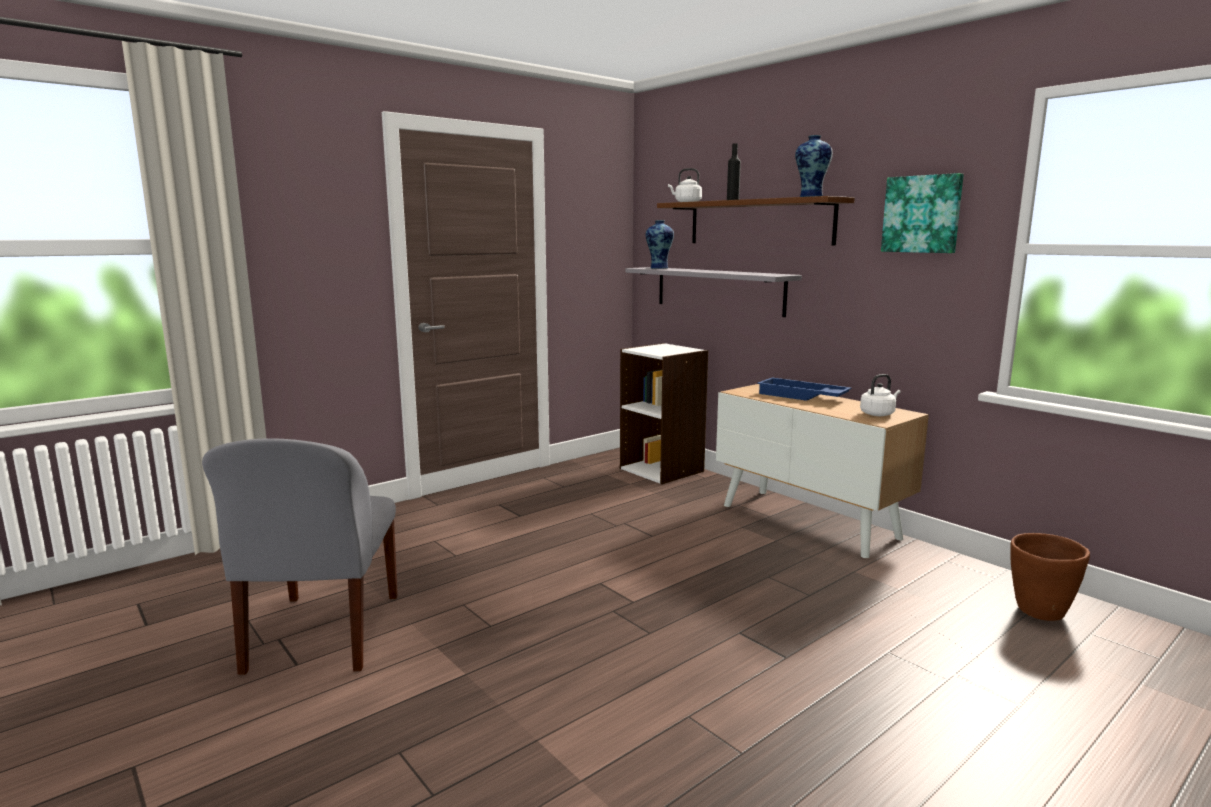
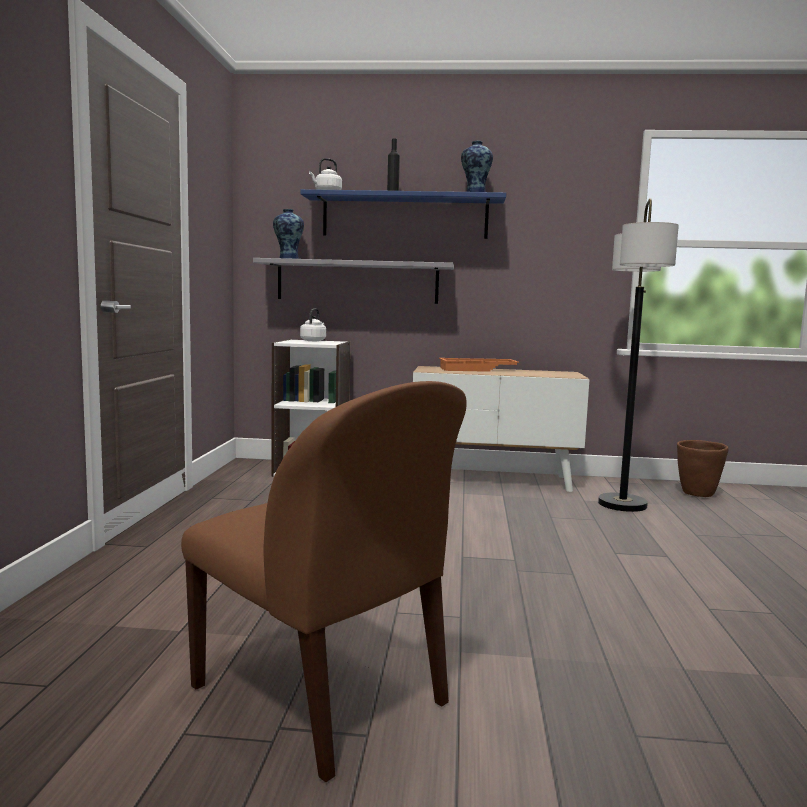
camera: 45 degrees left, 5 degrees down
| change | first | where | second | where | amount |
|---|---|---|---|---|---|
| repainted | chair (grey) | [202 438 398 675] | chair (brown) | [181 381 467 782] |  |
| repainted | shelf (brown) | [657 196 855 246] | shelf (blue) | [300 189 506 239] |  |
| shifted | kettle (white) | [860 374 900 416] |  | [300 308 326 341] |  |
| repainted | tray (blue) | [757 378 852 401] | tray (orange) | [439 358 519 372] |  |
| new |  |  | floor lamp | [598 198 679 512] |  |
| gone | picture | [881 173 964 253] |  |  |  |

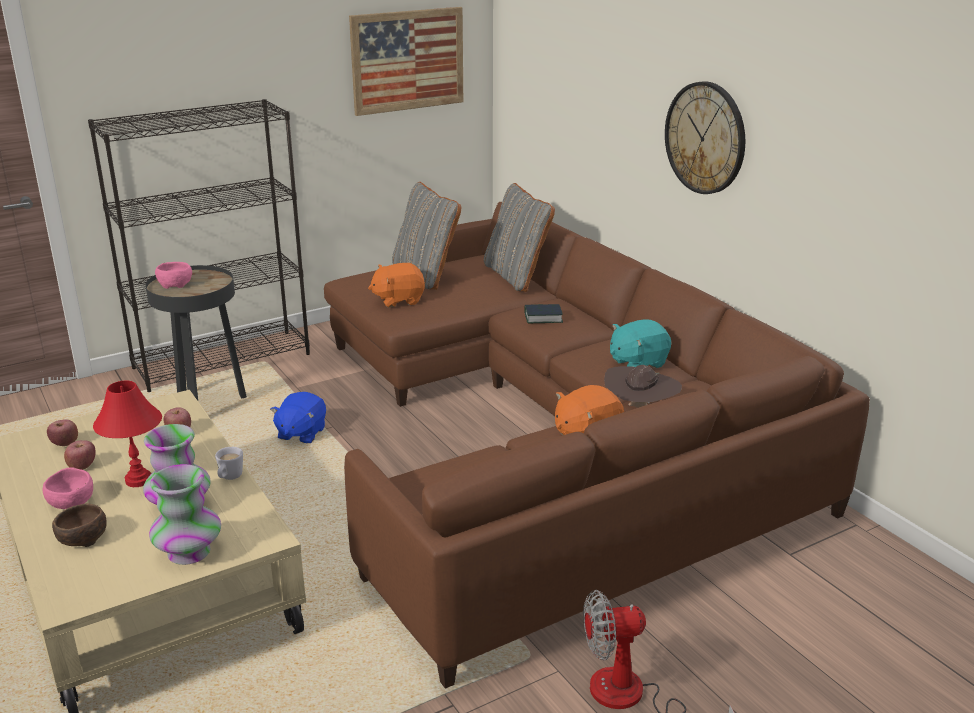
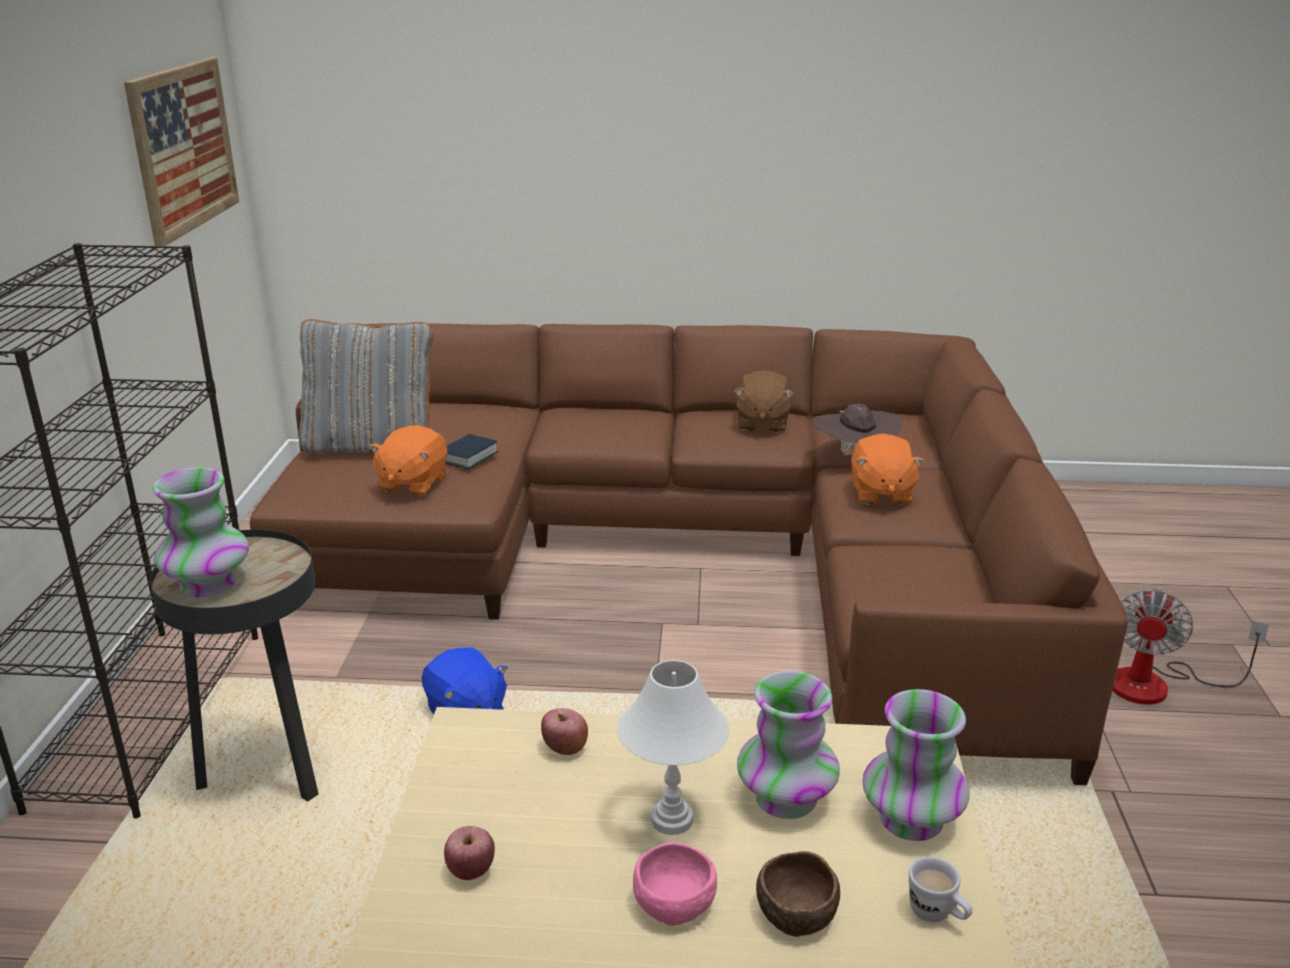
camera: 55 degrees left, 0 degrees up
| change | first | where | second | where | amount |
|---|---|---|---|---|---|
| swapped | bowl (pink) | [155 262 192 289] | vase | [152 467 249 597] |  |
| shifted | book | [524 304 563 323] |  | [445 434 499 469] |  |
| repainted | table lamp (red) | [93 381 162 487] | table lamp (white) | [617 660 729 835] |  |
| repainted | plush toy (turquoise) | [610 320 671 368] | plush toy (brown) | [734 370 794 433] |  |
| shifted | mug (white) | [215 447 243 480] |  | [909 857 972 922] |  |
| gone | apple | [64 440 96 470] |  |  |  |
| gone | pillow (grey) | [484 183 555 292] |  |  |  |
| gone | wall clock | [665 81 745 194] |  |  |  |

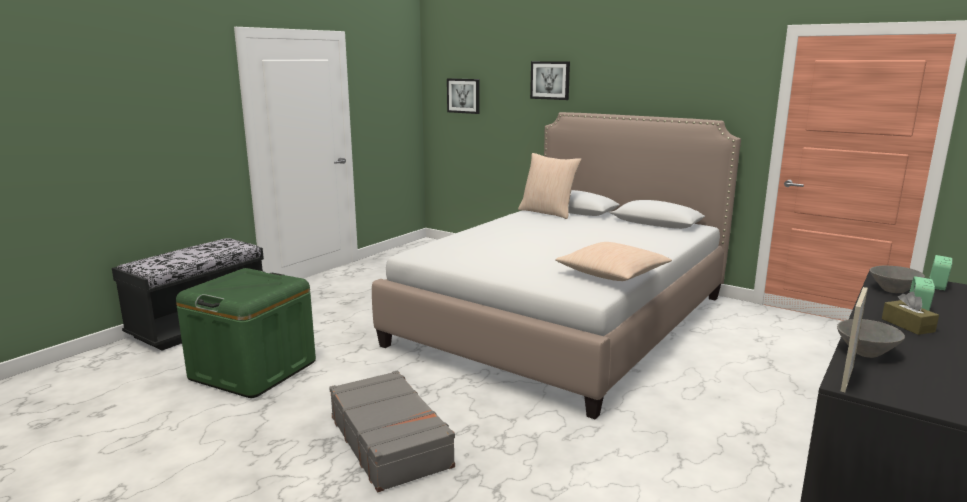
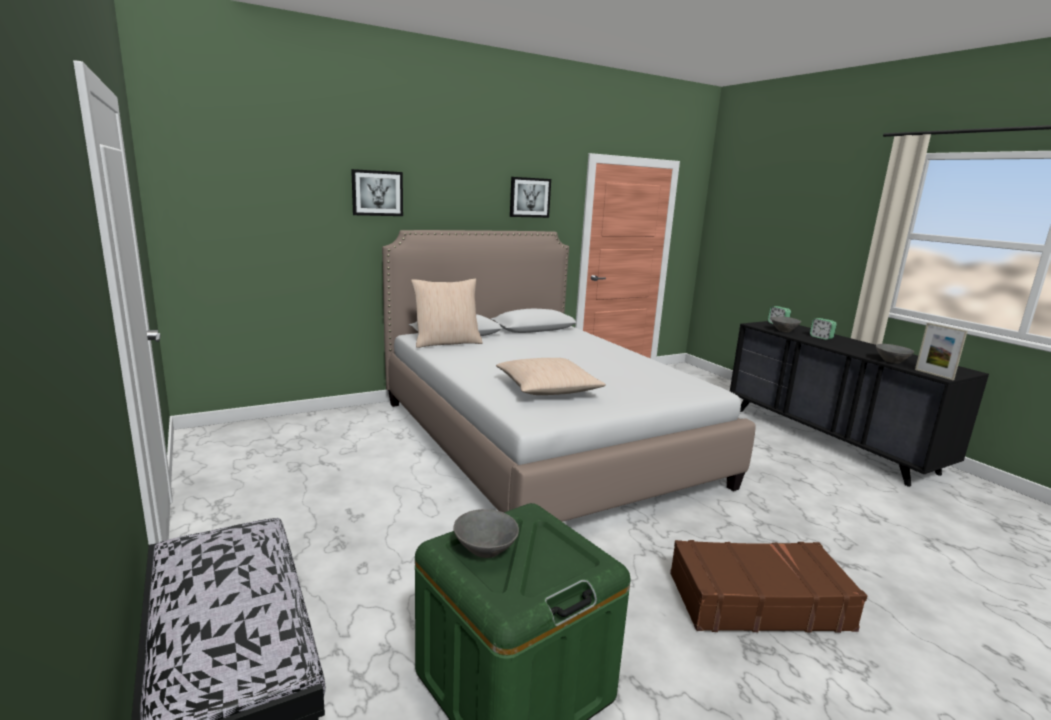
camera: 65 degrees left, 0 degrees up
| change | first | where | second | where | amount |
|---|---|---|---|---|---|
| new |  |  | bowl (grey) | [453 509 519 558] |  |
| shifted | pillow (beige) | [555 242 672 281] |  | [496 358 606 395] |  |
| shifted | picture | [447 78 480 114] |  | [510 177 551 218] |  |
| repainted | suitcase (grey) | [329 371 455 492] | suitcase (brown) | [670 540 867 633] |  |
| gone | tissue box (brown) | [882 292 939 335] |  |  |  |

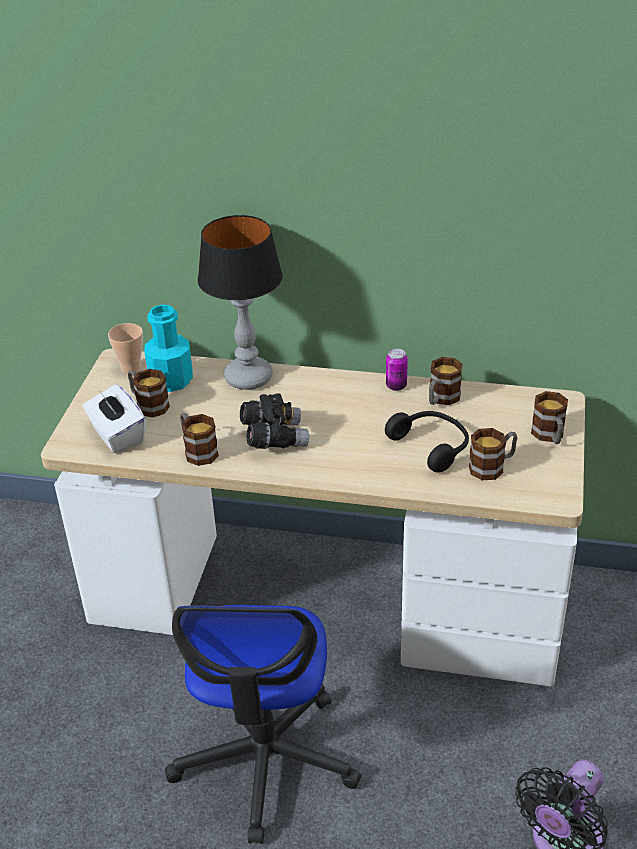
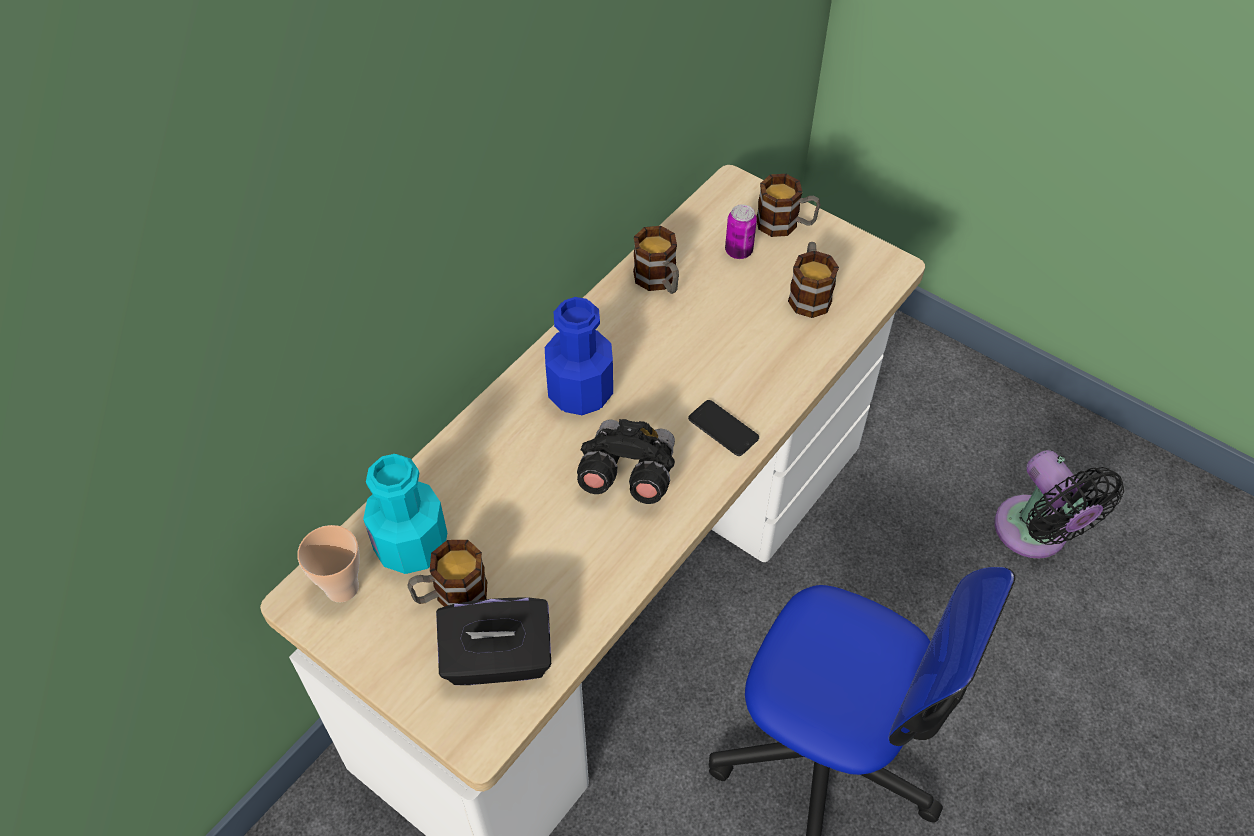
camera: 65 degrees left, 15 degrees up
| change | first | where | second | where | amount |
|---|---|---|---|---|---|
| repainted | tissue box (white) | [82 384 146 453] | tissue box (black) | [436 597 551 685] |  |
| new |  |  | bottle (blue) | [545 297 613 415] |  |
| new |  |  | phone | [688 400 759 456] |  |
| shifted | can | [386 348 408 391] |  | [725 204 757 259] |  |
| gone | mug | [180 413 219 466] |  |  |  |
| gone | table lamp | [198 215 283 390] |  |  |  |
| gone | headphones (black) | [385 411 469 473] |  |  |  |

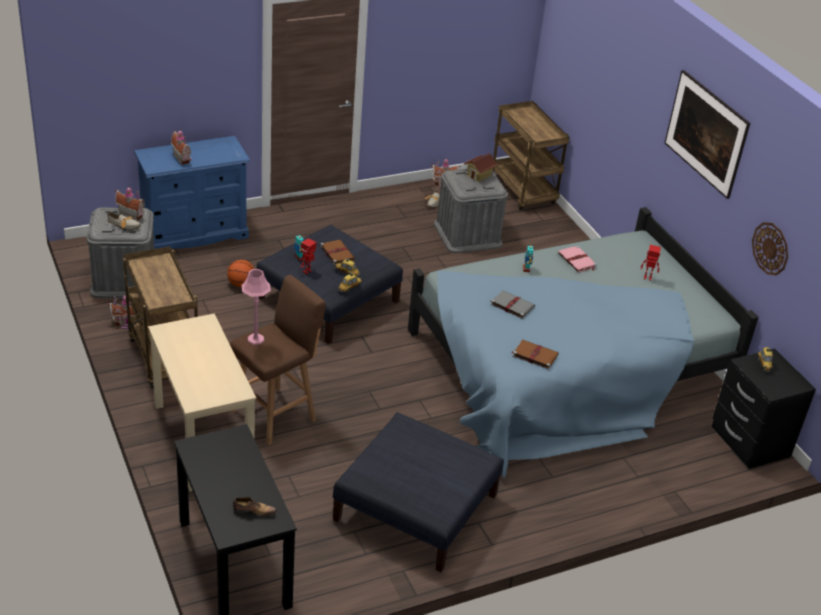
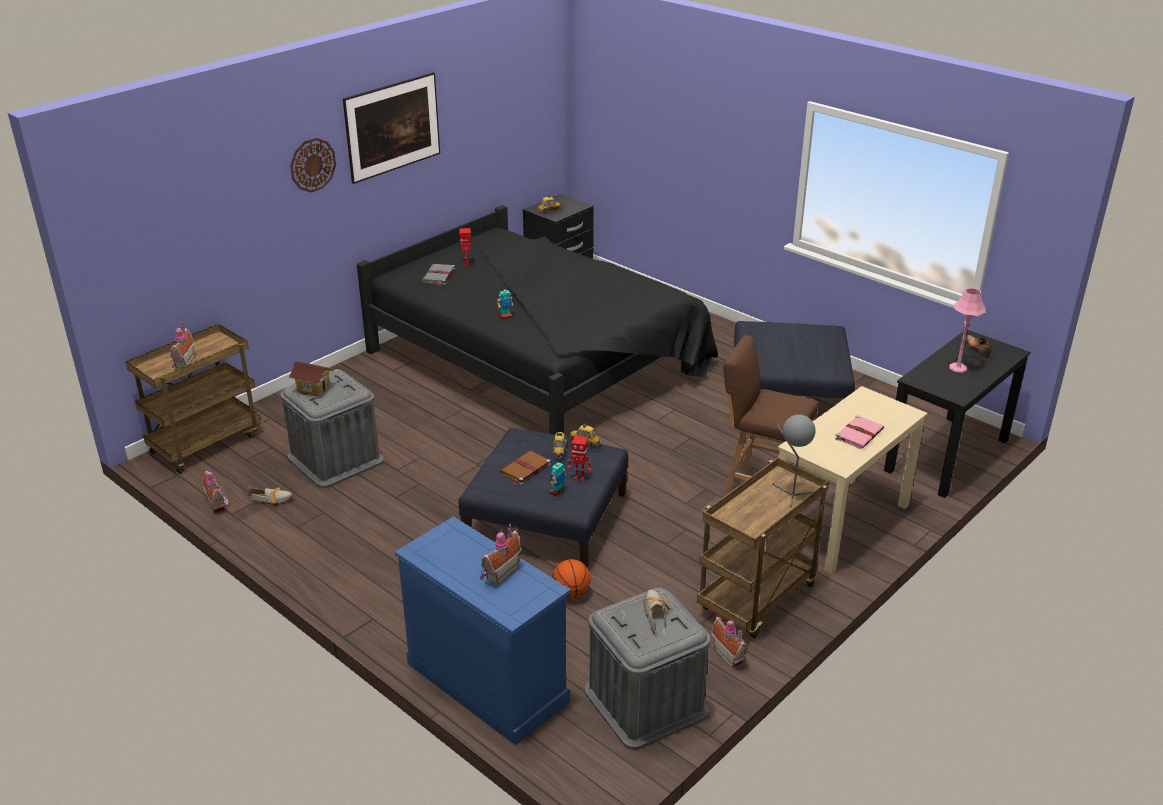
camera: 110 degrees left, 5 degrees down
| change | first | where | second | where | amount |
|---|---|---|---|---|---|
| shifted | toy house | [115 186 145 221] |  | [170 322 194 369] |  |
| shifted | wall clock | [752 222 788 275] |  | [290 138 336 193] |  |
| repainted | bed (blue) | [408 207 759 479] | bed (black) | [357 205 718 435] |  |
| shifted | book (grey) | [490 290 535 319] |  | [422 264 455 286] |  |
| new |  |  | table lamp (grey) | [773 414 816 507] |  |
| shifted | book (pink) | [558 245 597 272] |  | [835 415 884 449] |  |
| shifted | table lamp (pink) | [242 269 271 345] |  | [949 288 986 373] |  |
| gone | book (brown) | [511 340 559 370] |  |  |  |

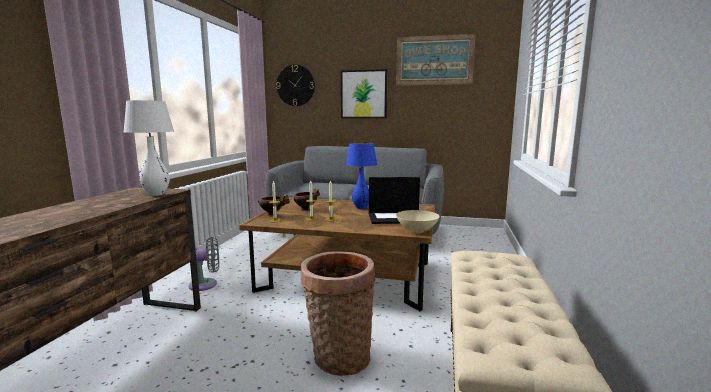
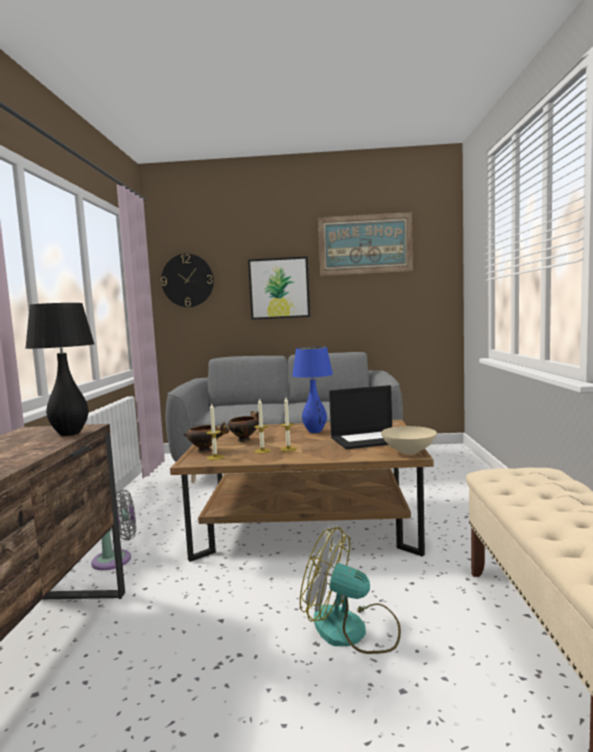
camera: 10 degrees left, 5 degrees down
| change | first | where | second | where | amount |
|---|---|---|---|---|---|
| repainted | table lamp (white) | [124 100 174 196] | table lamp (black) | [26 303 95 436] |  |
| swapped | basket | [301 251 375 376] | fan | [300 527 401 654] |  |

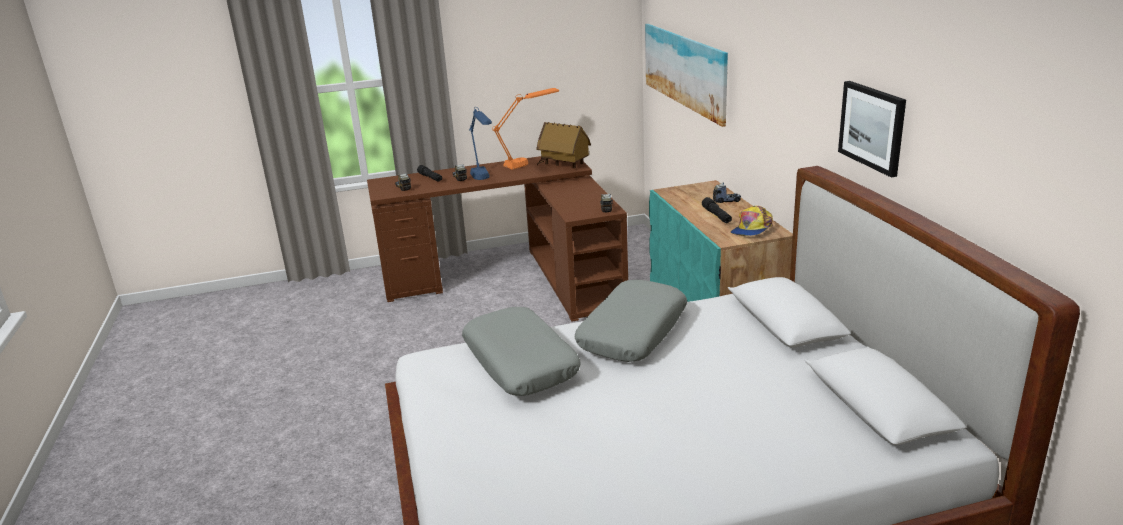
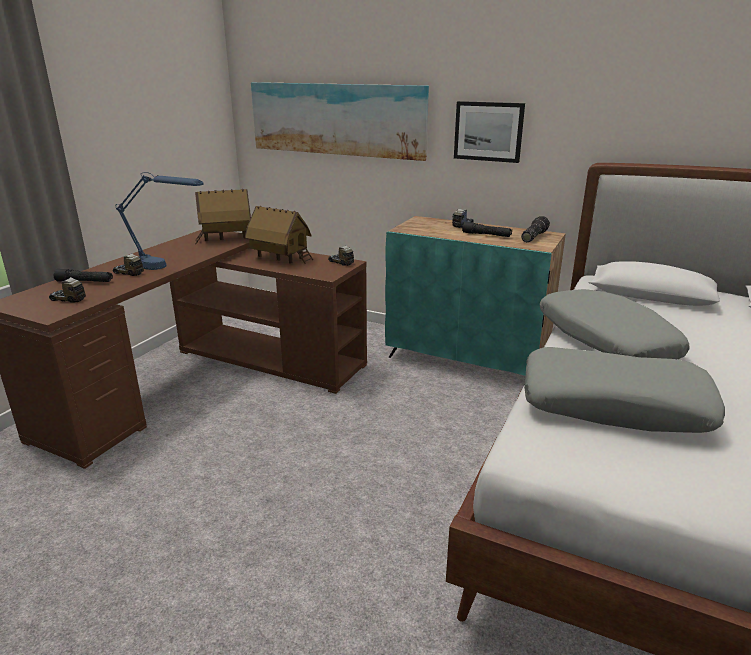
camera: 50 degrees left, 0 degrees up
| change | first | where | second | where | amount |
|---|---|---|---|---|---|
| new |  |  | toy house | [245 206 314 264] |  |
| shifted | picture | [838 81 906 177] |  | [454 101 525 163] |  |
| swapped | cap | [731 206 773 236] | flashlight | [521 216 550 242] |  |
| gone | table lamp (orange) | [492 88 559 170] |  |  |  |

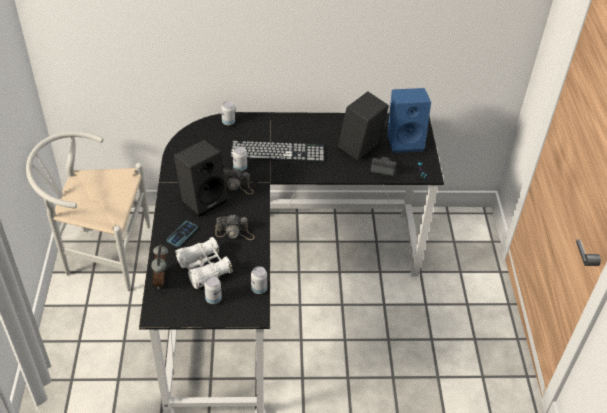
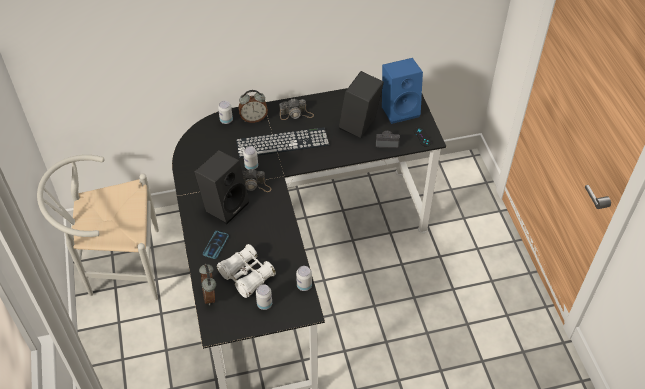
camera: 10 degrees left, 5 degrees up
| change | first | where | second | where | amount |
|---|---|---|---|---|---|
| new |  |  | alarm clock | [239 90 268 123] |  |
| shifted | photo camera | [215 215 255 240] |  | [279 98 314 120] |  |

